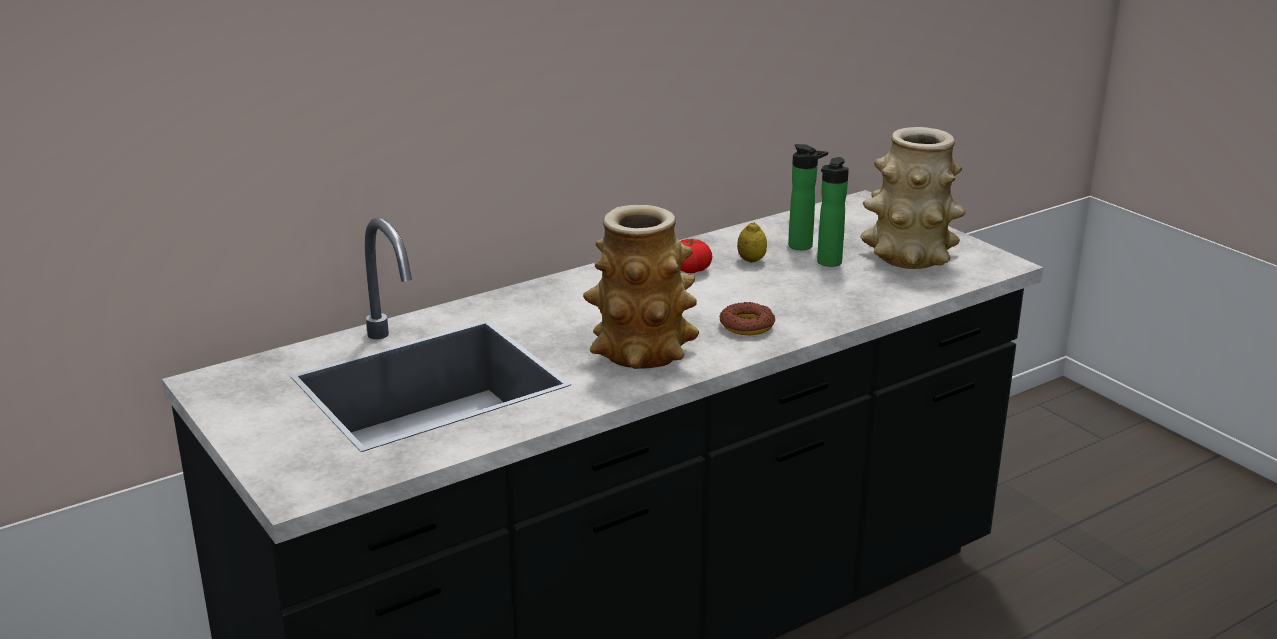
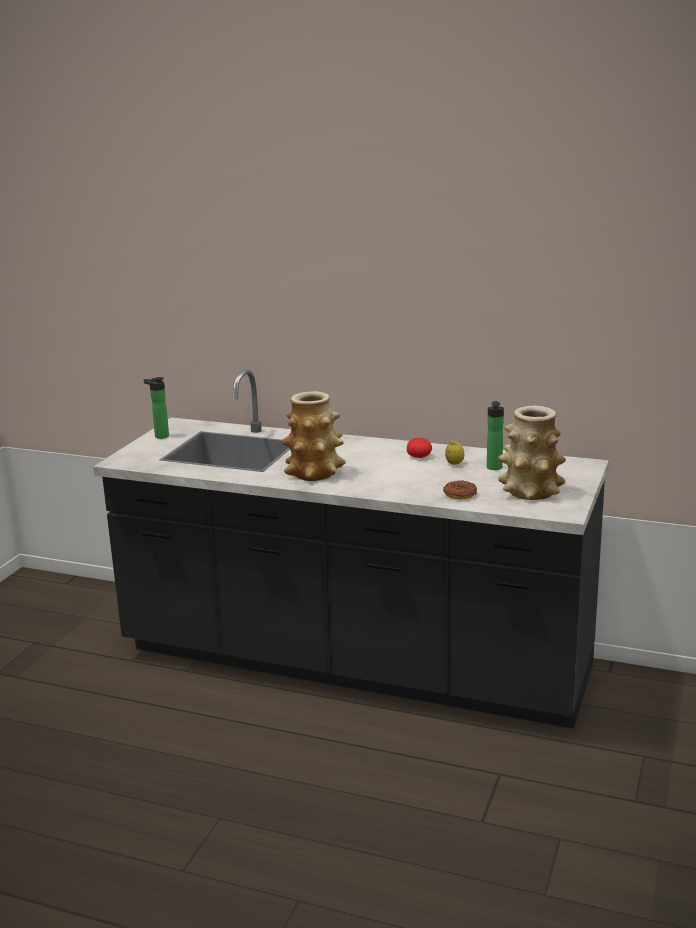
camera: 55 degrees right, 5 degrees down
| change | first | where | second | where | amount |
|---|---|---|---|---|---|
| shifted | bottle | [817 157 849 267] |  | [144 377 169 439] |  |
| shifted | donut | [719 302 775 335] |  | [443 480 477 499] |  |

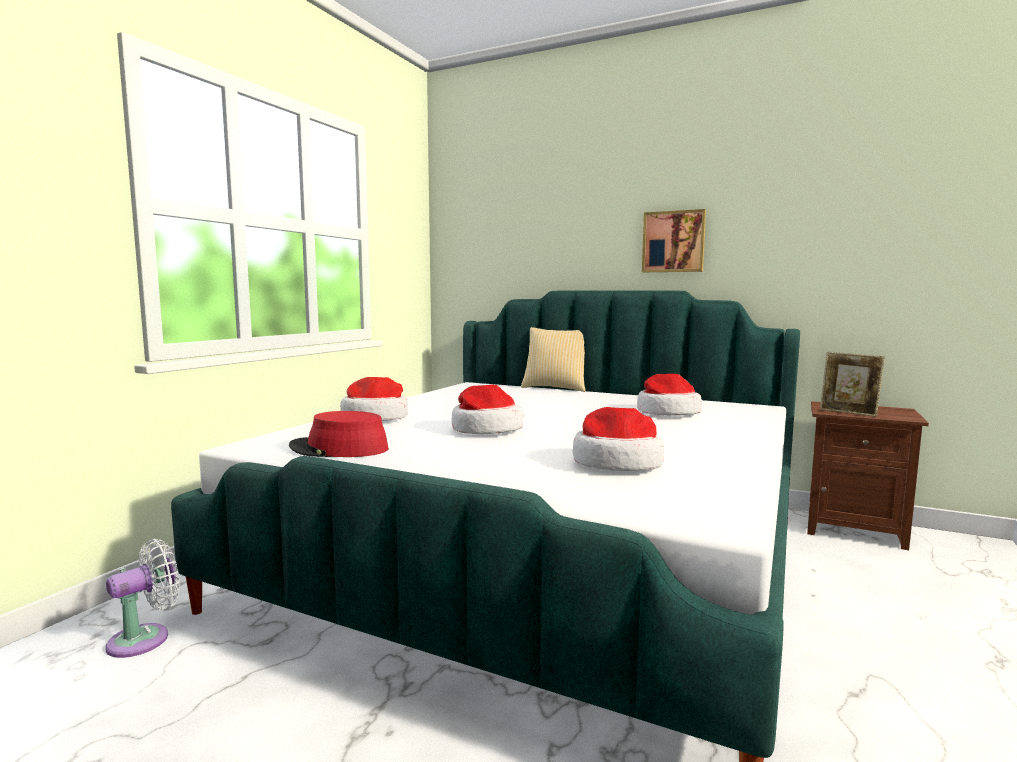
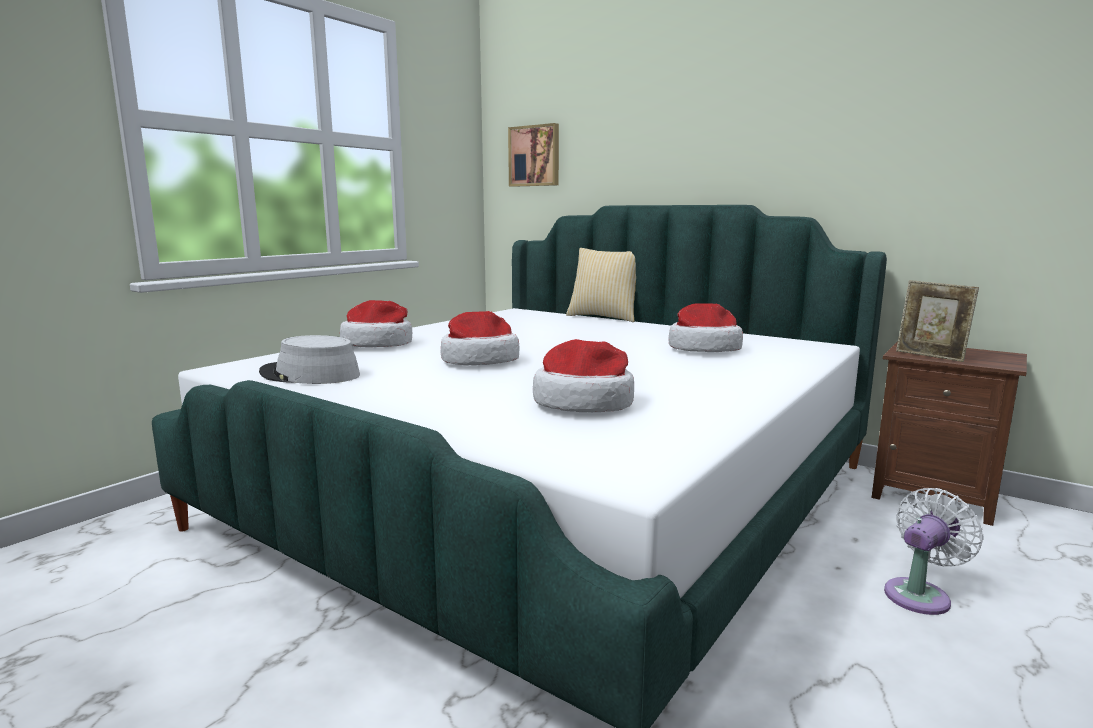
camera: 10 degrees right, 5 degrees up
| change | first | where | second | where | amount |
|---|---|---|---|---|---|
| repainted | hat (red) | [289 411 389 457] | hat (grey) | [259 335 360 384] |  |
| shifted | picture | [642 209 706 272] |  | [508 123 559 187] |  |
| shifted | fan (white) | [105 539 180 658] |  | [884 488 984 615] |  |

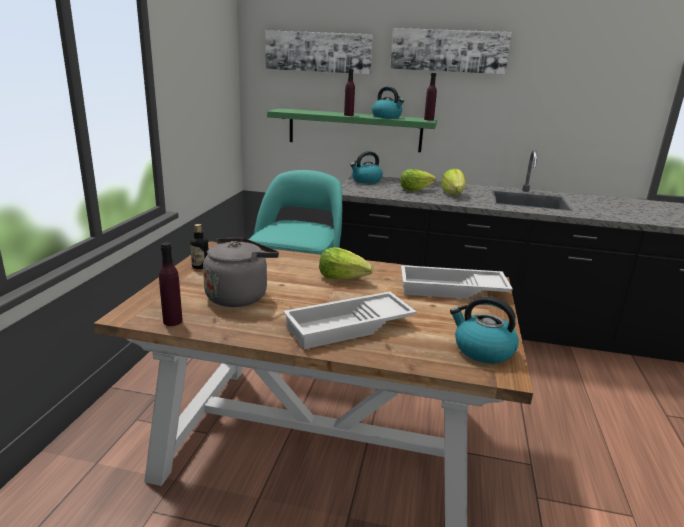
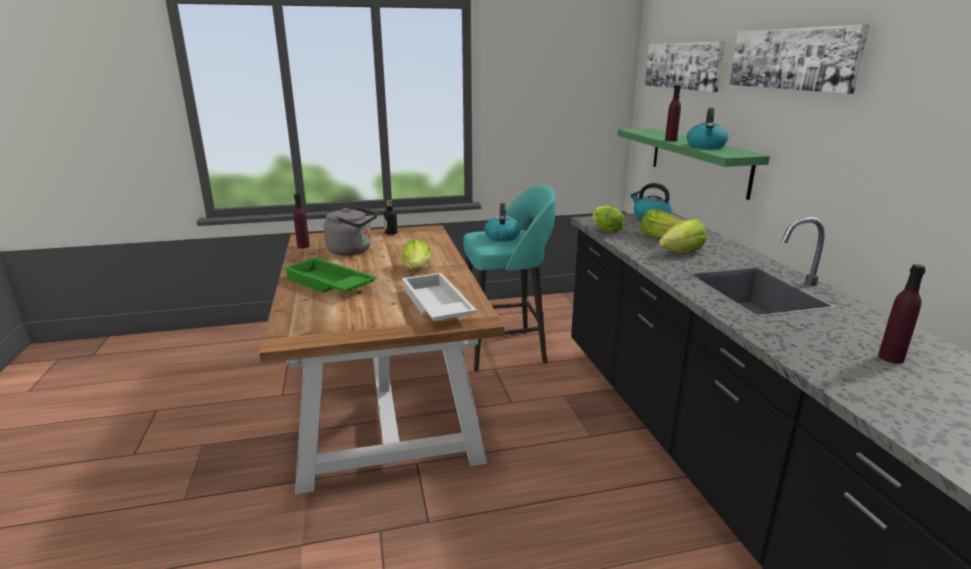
camera: 65 degrees right, 0 degrees up
| change | first | where | second | where | amount |
|---|---|---|---|---|---|
| repainted | tray (white) | [283 292 417 349] | tray (green) | [283 257 377 293] |  |
| shifted | kettle | [450 296 519 363] |  | [484 203 521 241] |  |
| new |  |  | lettuce | [593 206 624 233] |  |
| shifted | bottle (purple) | [424 73 437 120] |  | [878 264 926 364] |  |

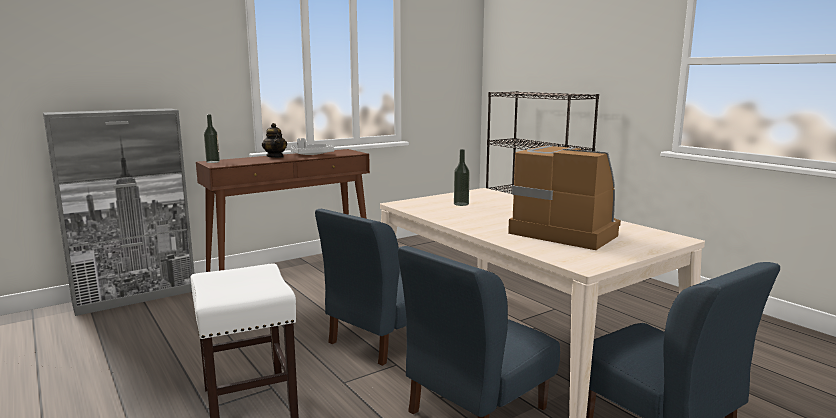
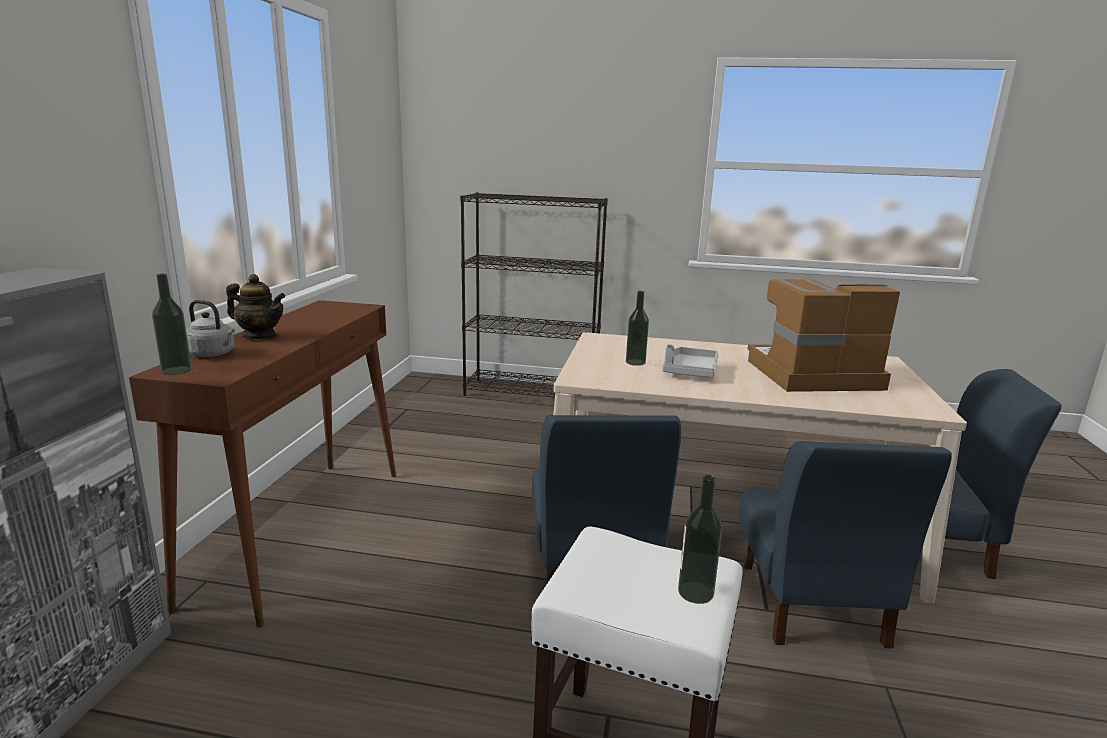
camera: 45 degrees left, 5 degrees up
| change | first | where | second | where | amount |
|---|---|---|---|---|---|
| new |  |  | kettle (grey) | [186 300 235 357] |  |
| shifted | tray (grey) | [290 138 334 155] |  | [662 344 719 378] |  |
| new |  |  | bottle | [678 475 722 604] |  |

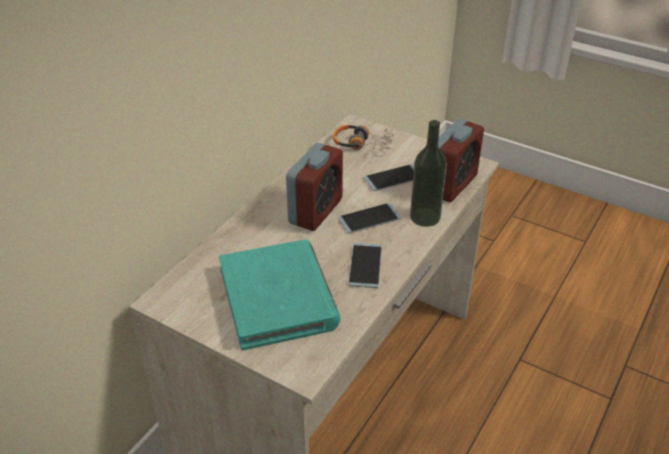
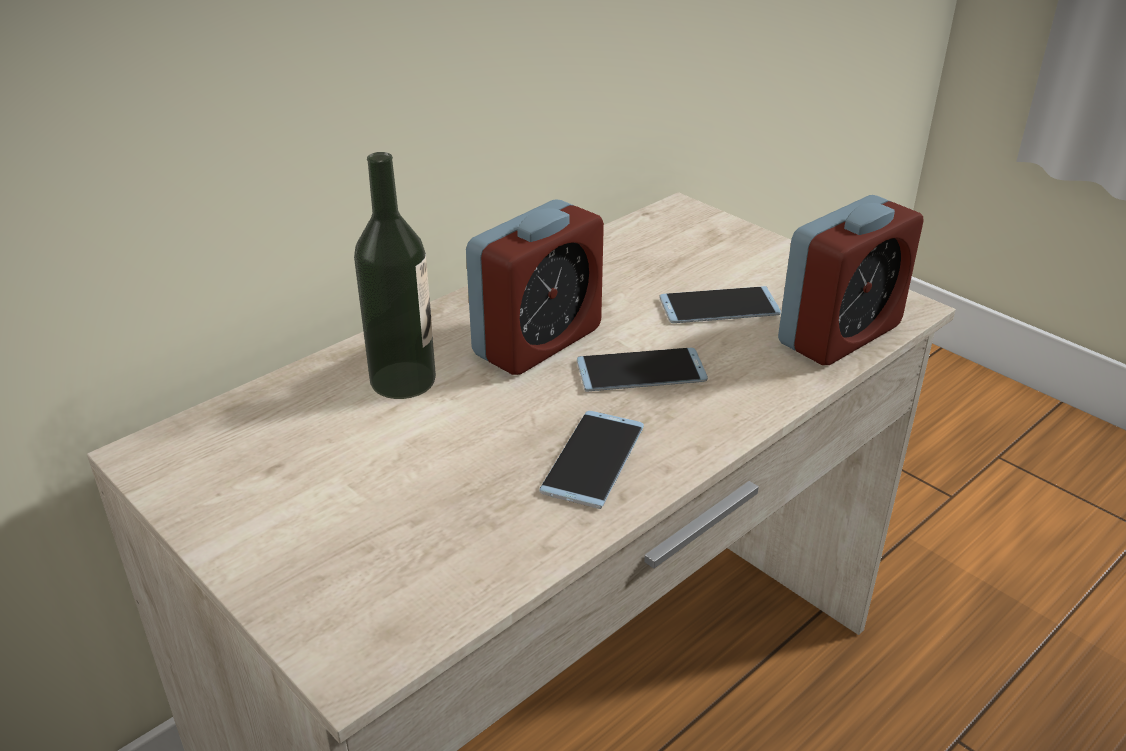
camera: 15 degrees right, 5 degrees down
| change | first | where | second | where | amount |
|---|---|---|---|---|---|
| shifted | bottle | [410 120 447 227] |  | [354 152 436 399] |  |
| gone | book (turquoise) | [219 239 341 350] |  |  |  |
| gone | headphones | [333 125 393 157] |  |  |  |

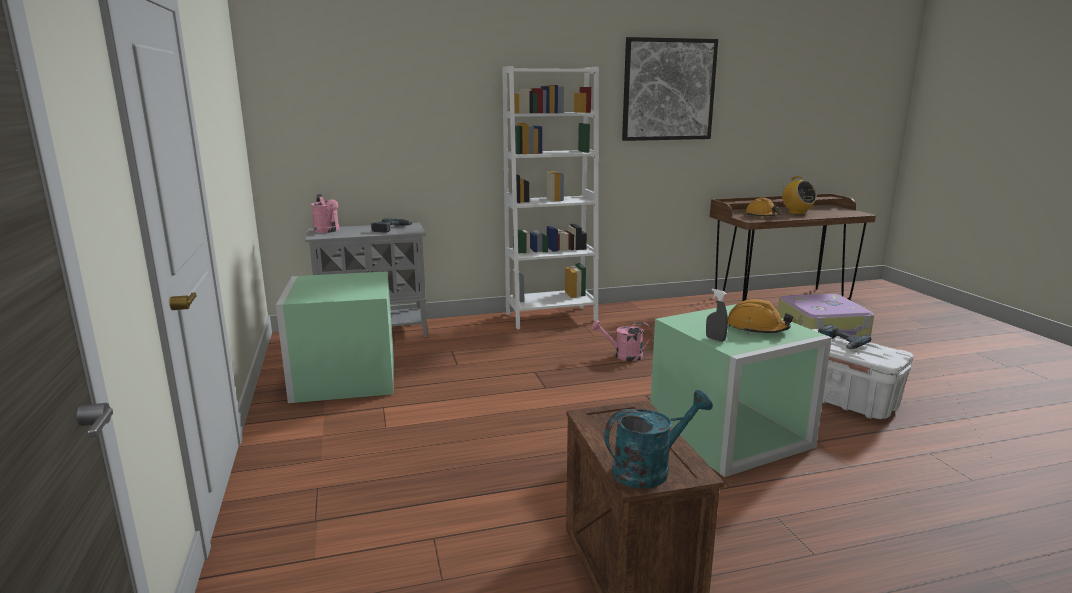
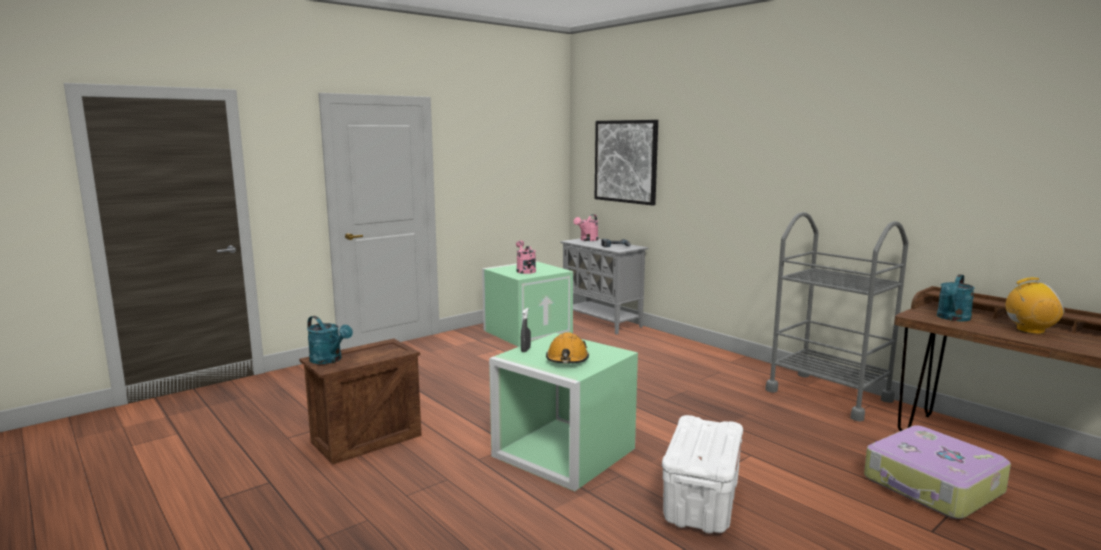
camera: 65 degrees right, 5 degrees down
| change | first | where | second | where | amount |
|---|---|---|---|---|---|
| shifted | watering can (pink) | [591 320 651 361] |  | [516 240 536 274] |  |
| shifted | picture | [622 37 718 141] |  | [595 120 658 206] |  |
| new |  |  | cart (grey) | [765 212 909 422] |  |
| swapped | hard hat (orange) | [745 198 780 216] | watering can (turquoise) | [937 274 975 321] |  |
| rotated | radio | [782 176 817 215] |  | [1006 277 1065 334] | 120 degrees counterclockwise |
| gone | bookcase (white) | [502 66 599 329] |  |  |  |
| gone | power drill | [818 324 872 349] |  |  |  |

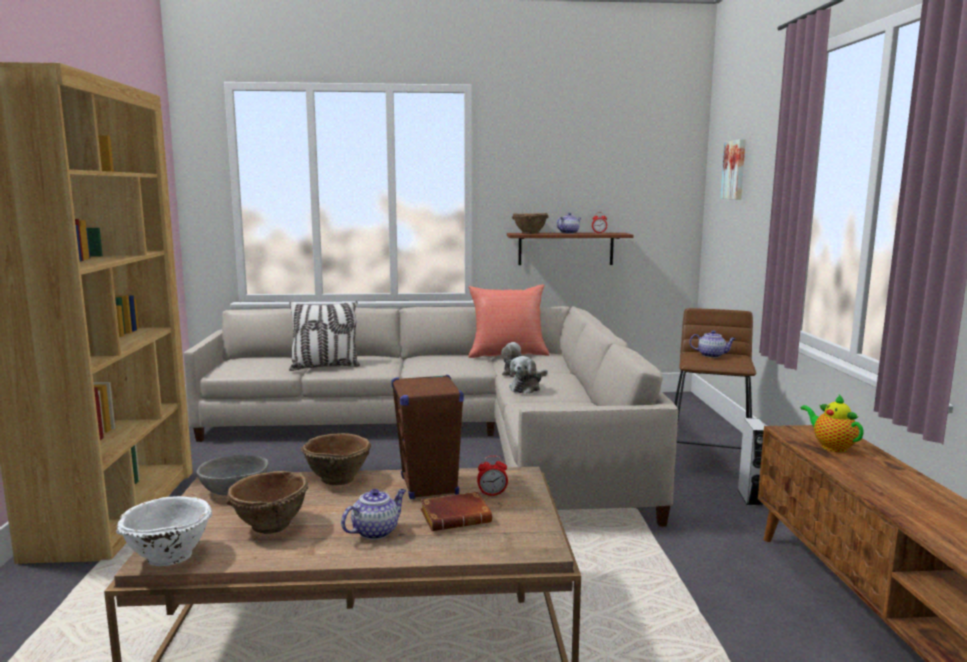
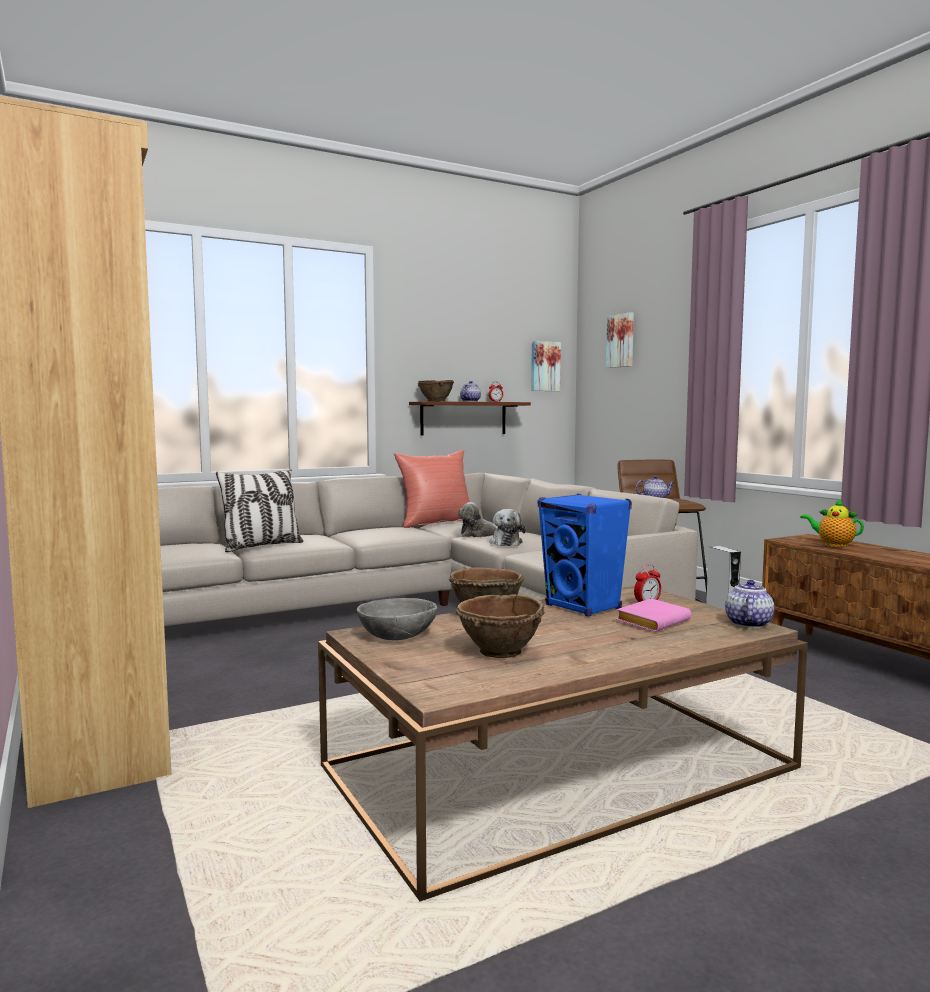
camera: 25 degrees left, 5 degrees down
| change | first | where | second | where | amount |
|---|---|---|---|---|---|
| new |  |  | picture | [531 341 561 391] |  |
| repainted | speaker (brown) | [391 374 464 499] | speaker (blue) | [538 494 632 617] |  |
| repainted | book (brown) | [421 492 492 531] | book (pink) | [616 598 691 632] |  |
| shifted | teapot | [341 489 406 540] |  | [725 580 774 628] |  |
| gone | bowl (white) | [116 496 212 566] |  |  |  |

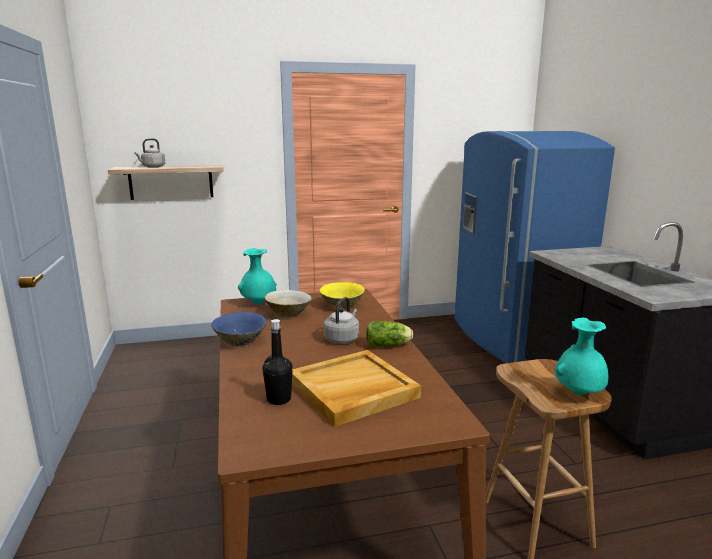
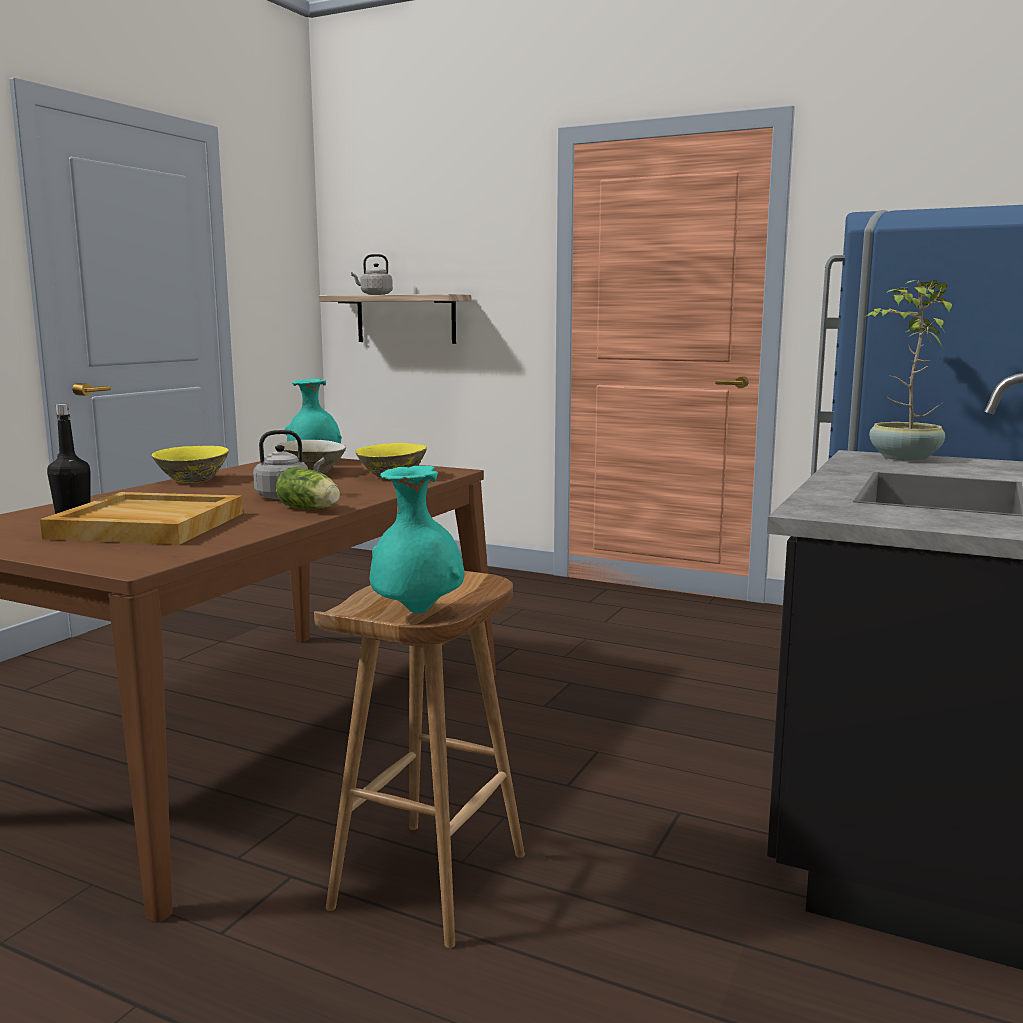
camera: 40 degrees right, 5 degrees down
| change | first | where | second | where | amount |
|---|---|---|---|---|---|
| repainted | bowl (blue) | [211 312 266 346] | bowl (yellow) | [152 446 229 483] |  |
| new |  |  | potted plant | [865 280 952 461] |  |

